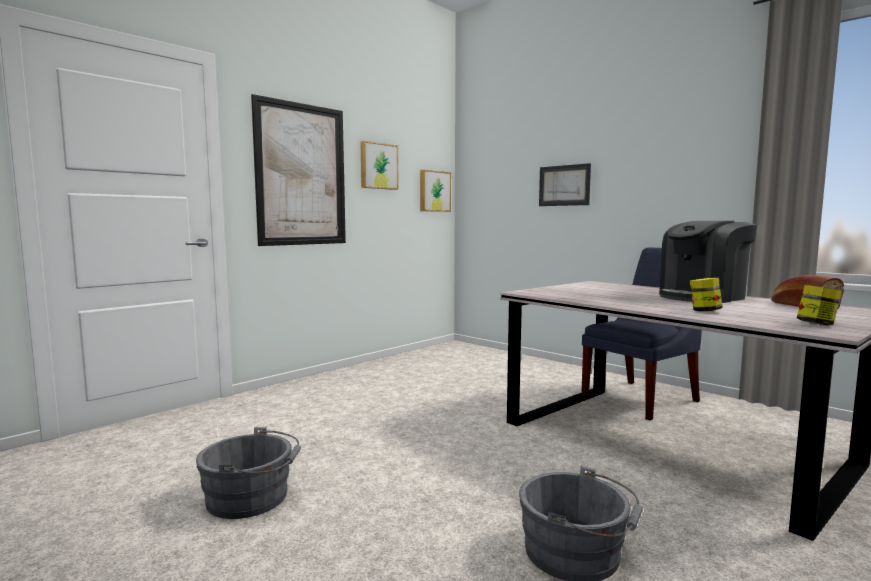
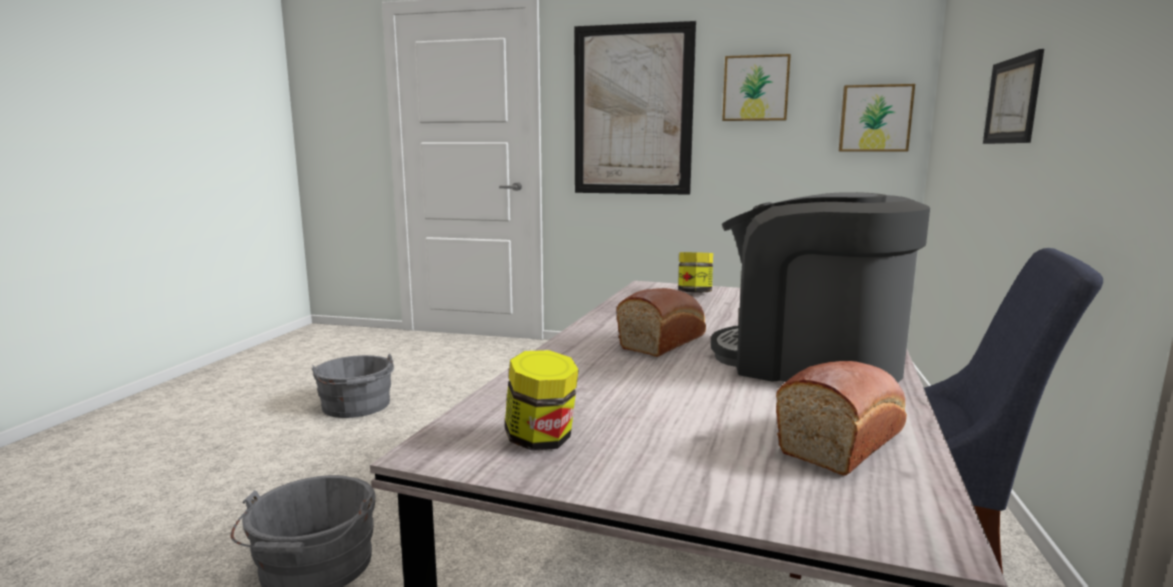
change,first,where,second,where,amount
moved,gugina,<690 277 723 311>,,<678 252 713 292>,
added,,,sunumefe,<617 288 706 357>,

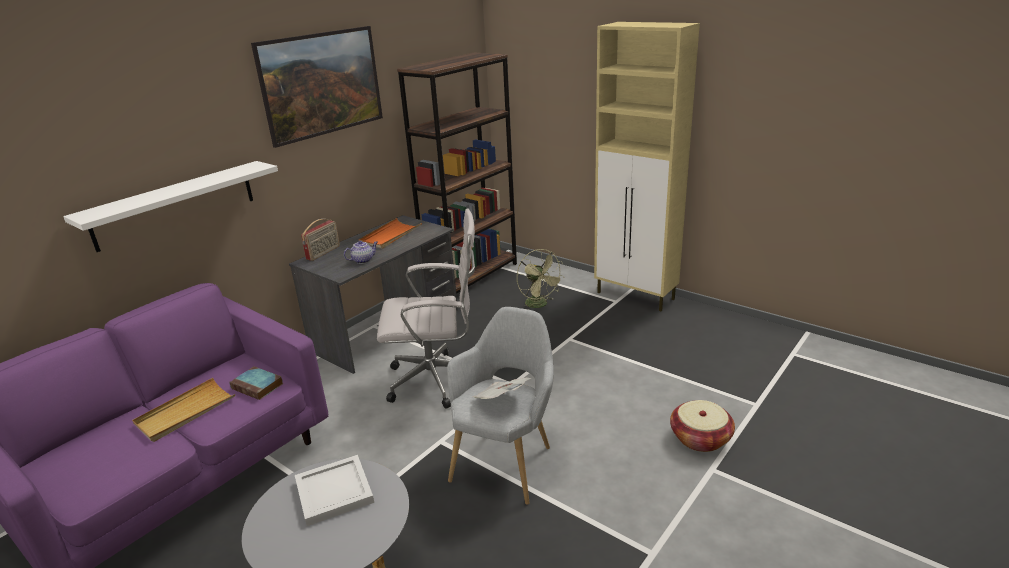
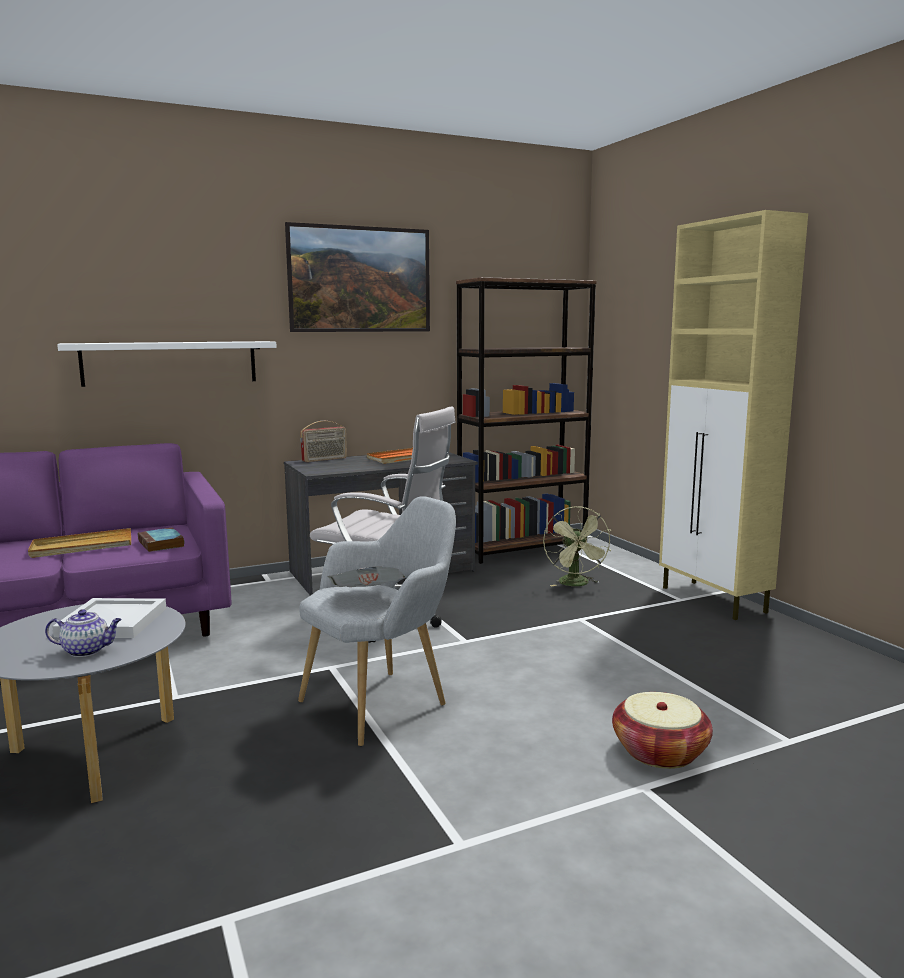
change,first,where,second,where,amount
moved,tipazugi,<344 241 378 264>,,<45 609 122 657>,

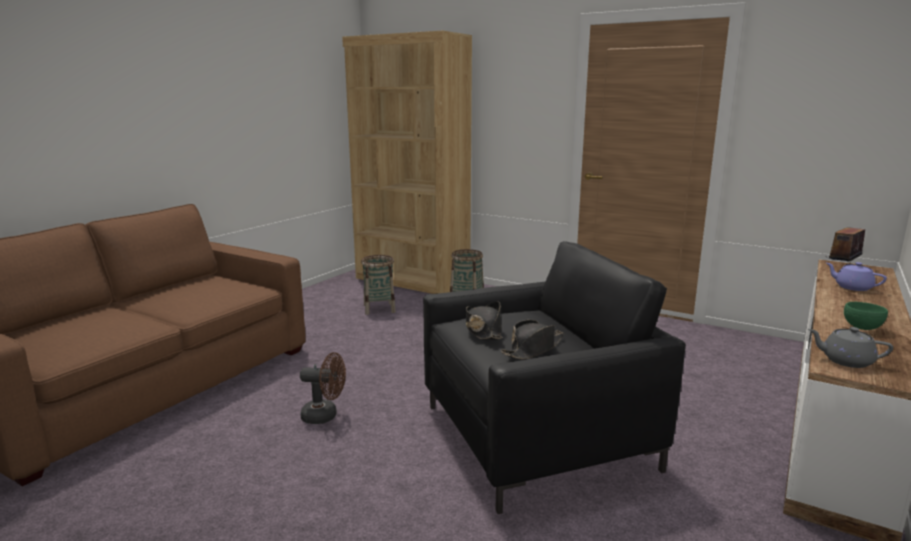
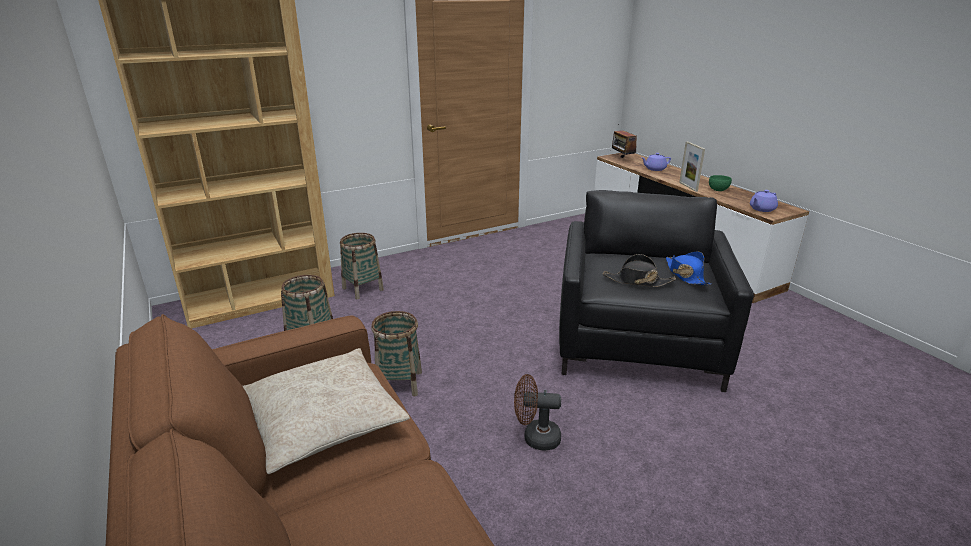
change,first,where,second,where,amount
turned,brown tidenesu,<300 352 346 424>,,<514 374 561 450>,120 degrees counterclockwise
recoloured,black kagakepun,<501 320 564 359>,blue kagakepun,<666 252 711 285>,
recoloured,grey tipazugi,<808 327 893 368>,purple tipazugi,<750 190 778 212>,
added,,,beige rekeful,<243 348 410 474>,
added,,,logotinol,<371 311 422 396>,
added,,,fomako,<679 141 705 192>,

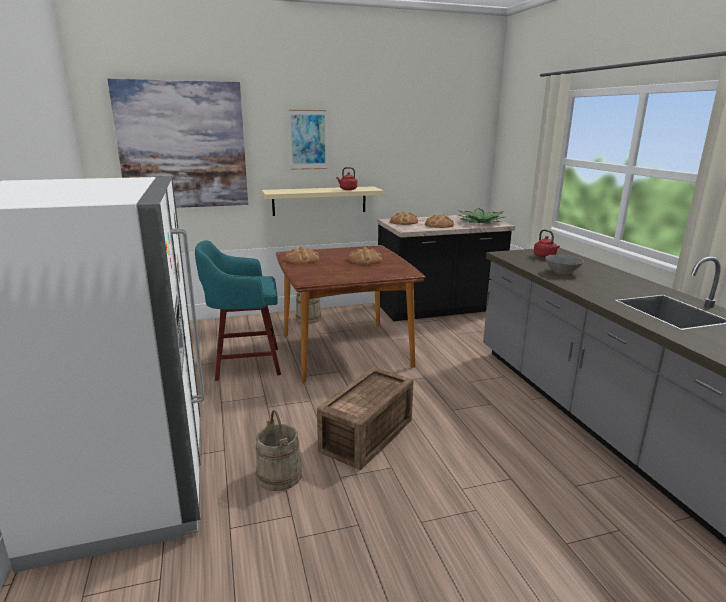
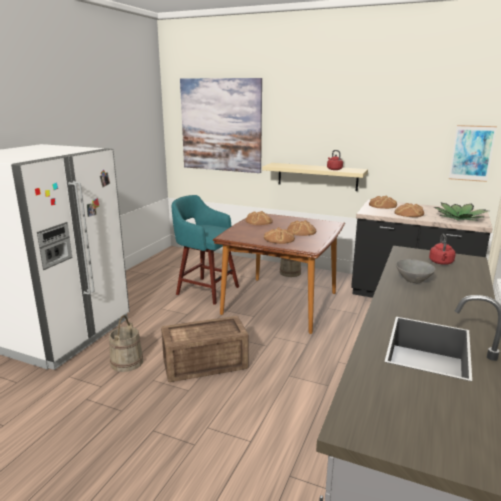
change,first,where,second,where,amount
moved,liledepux,<289 110 327 170>,,<449 125 497 182>,
added,,,sunumefe,<264 227 295 244>,

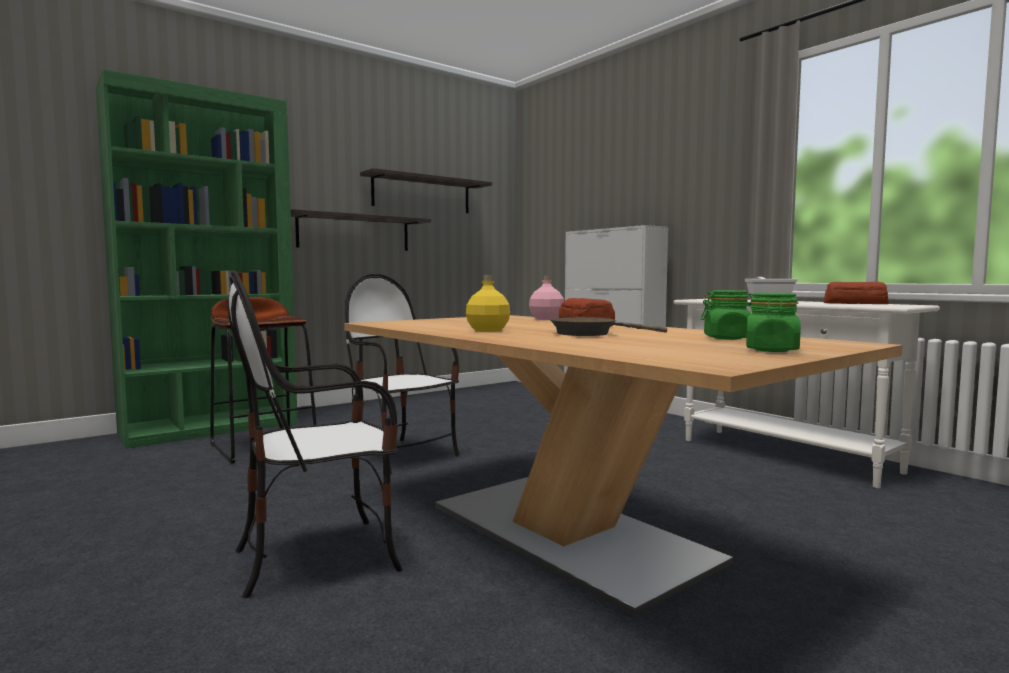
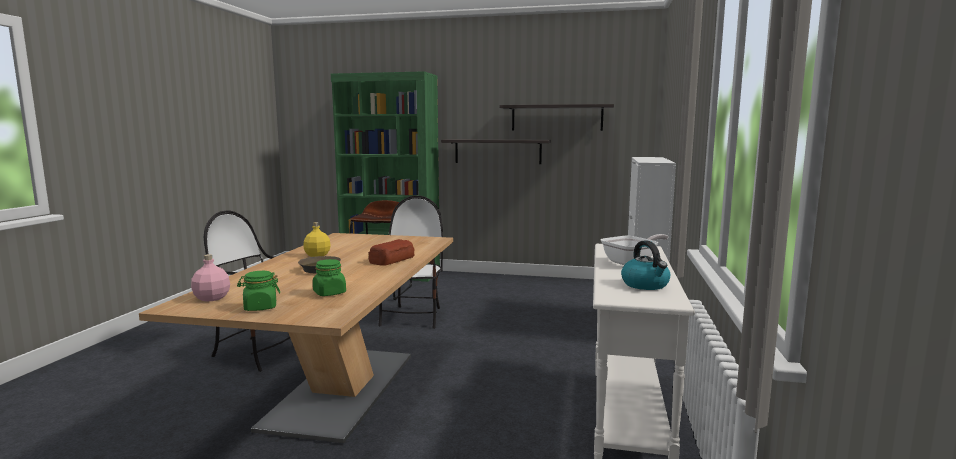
change,first,where,second,where,amount
moved,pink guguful,<529 275 564 320>,,<191 254 230 302>,
replaced,sunumefe,<823 282 889 304>,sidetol,<621 240 670 290>,

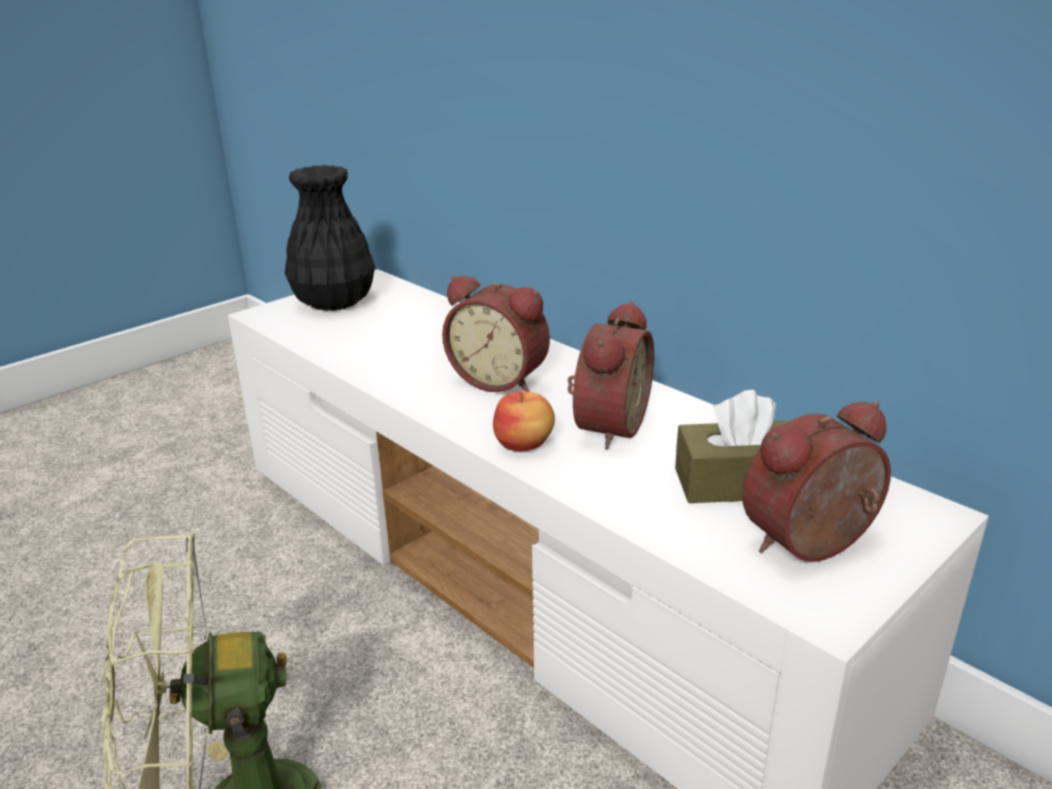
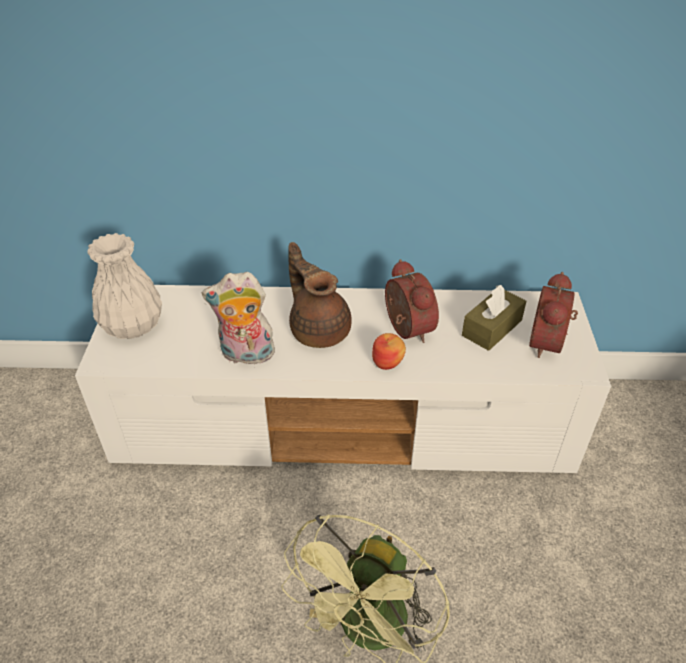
change,first,where,second,where,amount
recoloured,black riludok,<285 165 375 311>,white riludok,<87 233 162 339>,
replaced,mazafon,<442 275 550 392>,brown tipazugi,<289 242 351 348>,
added,,,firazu,<202 272 275 364>,

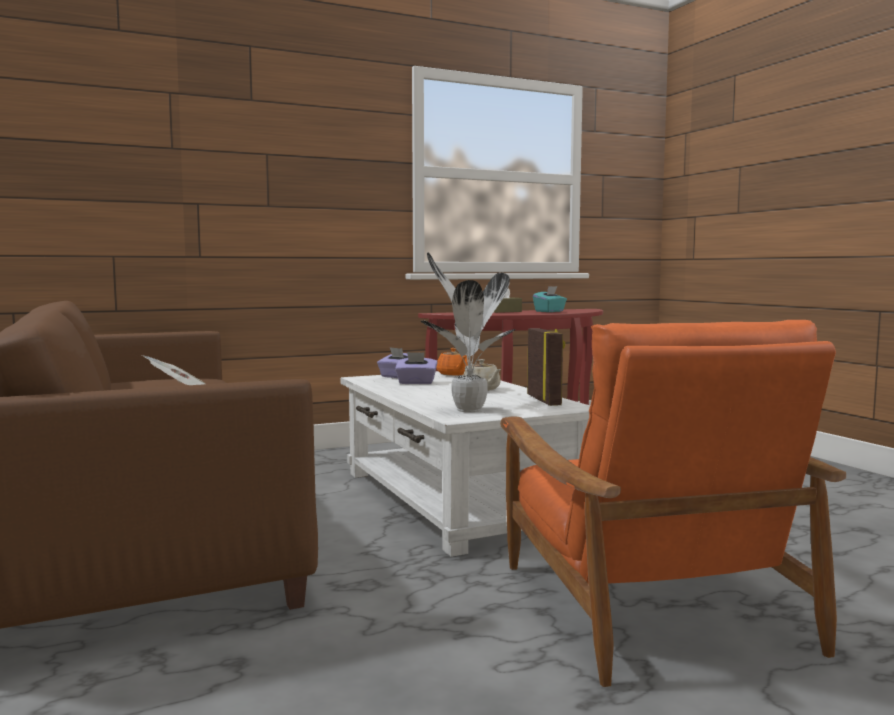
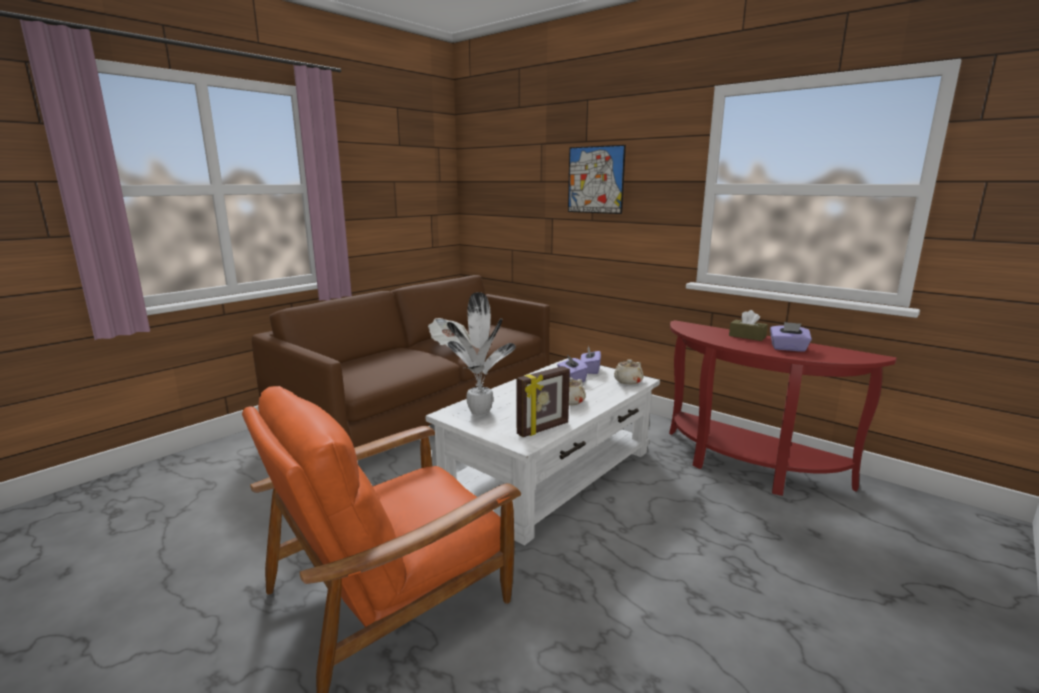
change,first,where,second,where,amount
recoloured,orange tipazugi,<436 348 469 376>,beige tipazugi,<614 359 644 385>,
recoloured,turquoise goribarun,<533 286 567 312>,purple goribarun,<770 322 812 352>,
added,,,liledepux,<568 145 626 214>,

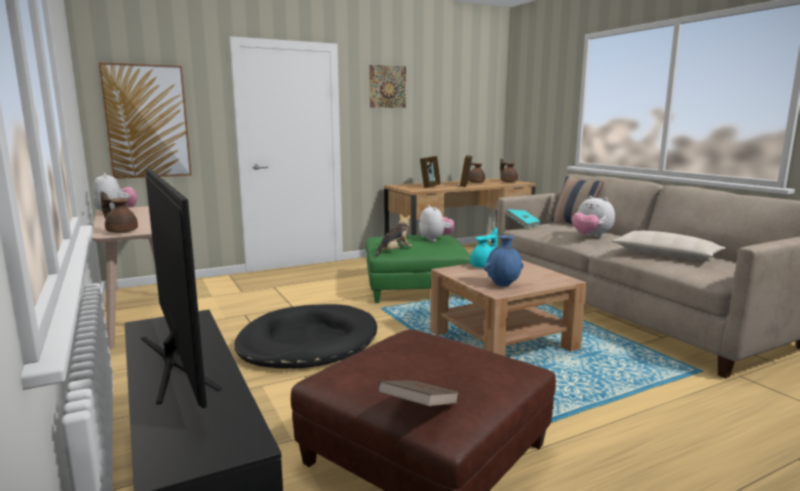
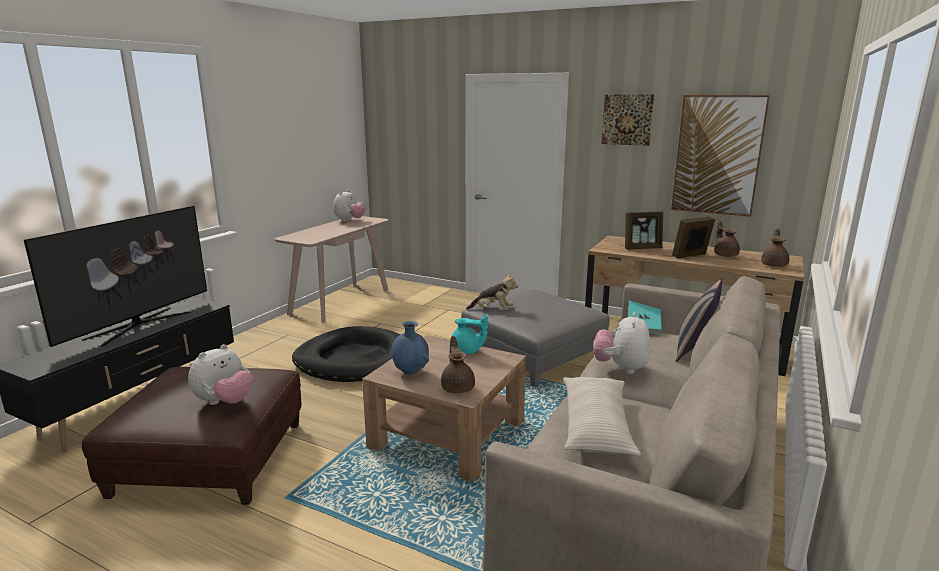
change,first,where,second,where,amount
moved,liledepux,<99 63 191 179>,,<671 95 770 217>,
moved,brown tipazugi,<100 191 138 233>,,<441 336 475 394>,
recoloured,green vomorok,<366 235 471 303>,grey vomorok,<461 290 610 387>,
removed,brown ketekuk,<378 380 459 407>,,,
moved,firazu,<419 205 455 242>,,<188 344 253 405>,

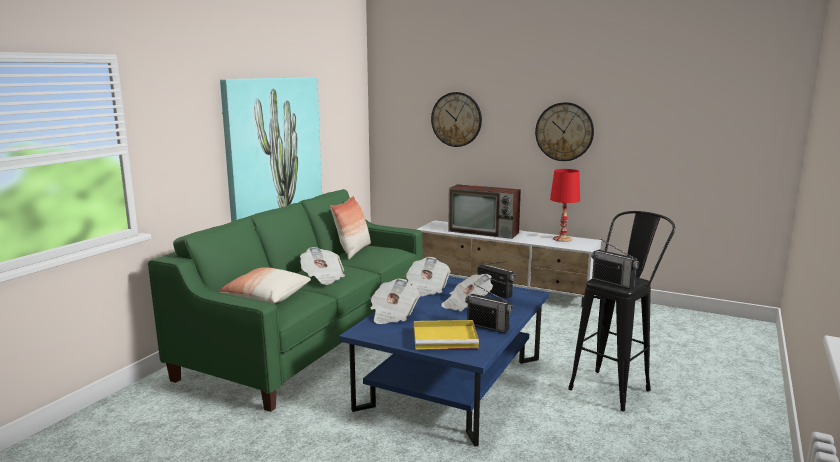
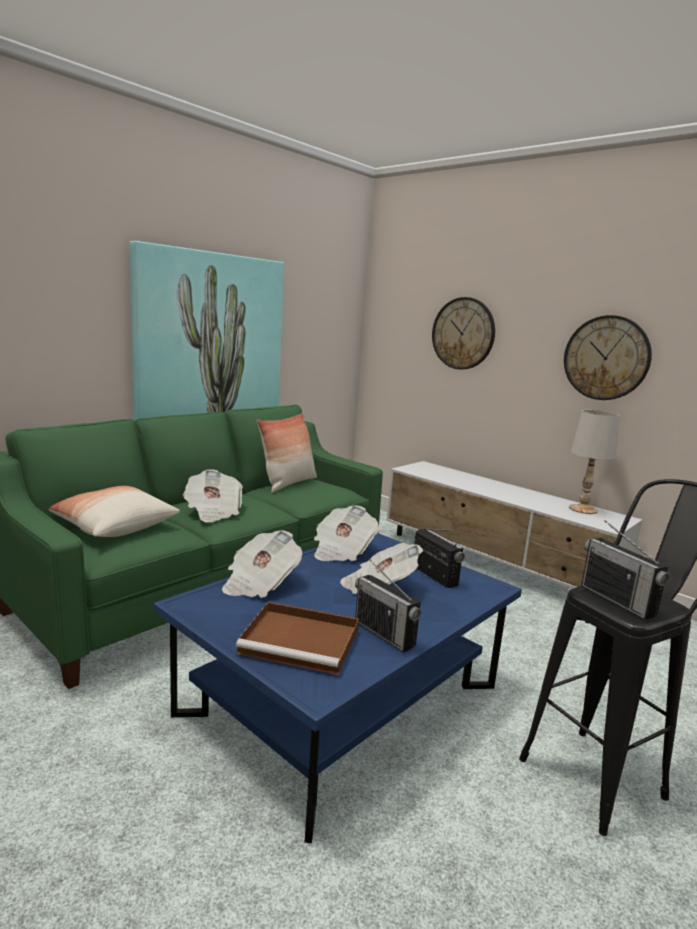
change,first,where,second,where,amount
recoloured,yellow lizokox,<414 320 479 350>,brown lizokox,<236 602 359 675>,
removed,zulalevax,<448 184 521 239>,,,
recoloured,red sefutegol,<550 169 580 242>,white sefutegol,<569 410 620 514>,

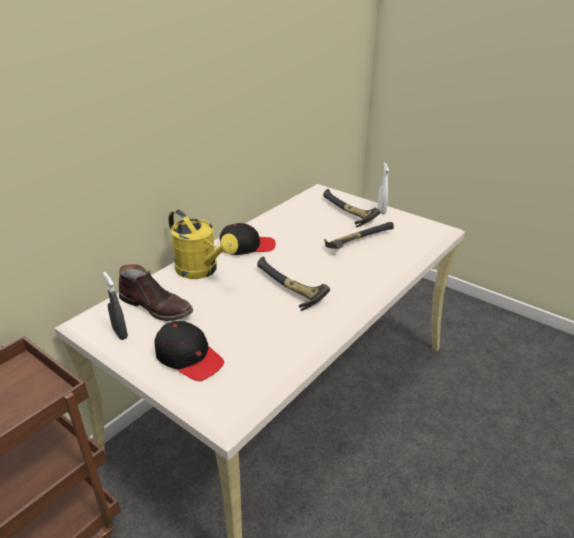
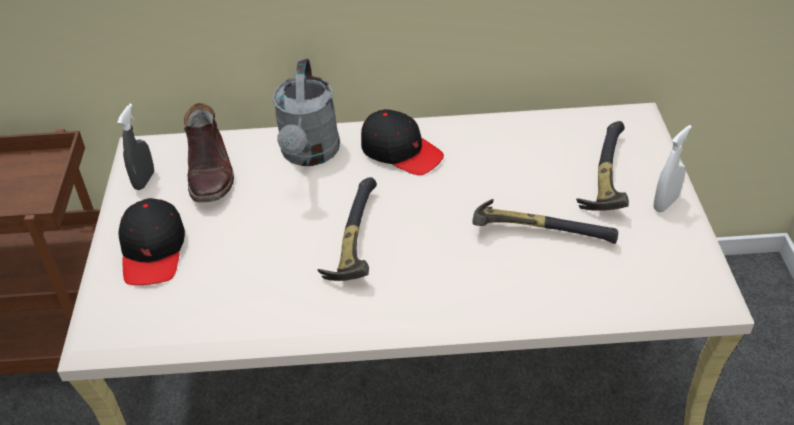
change,first,where,second,where,amount
recoloured,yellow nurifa,<169 209 238 279>,grey nurifa,<272 59 340 166>,

